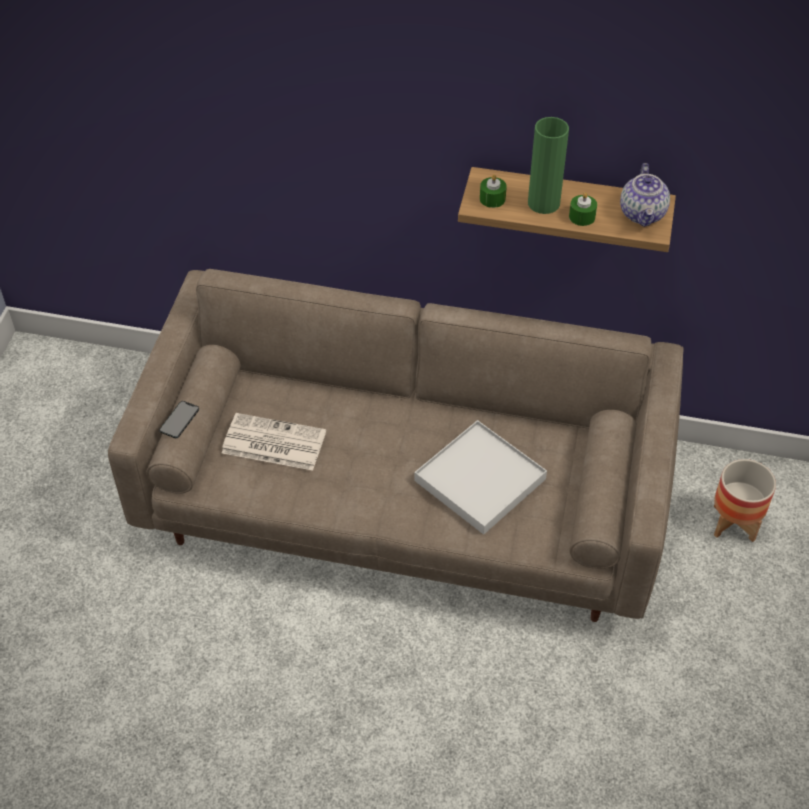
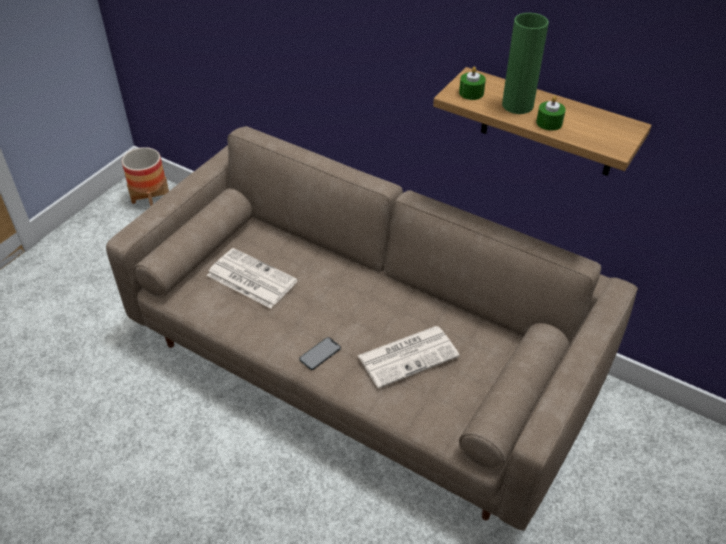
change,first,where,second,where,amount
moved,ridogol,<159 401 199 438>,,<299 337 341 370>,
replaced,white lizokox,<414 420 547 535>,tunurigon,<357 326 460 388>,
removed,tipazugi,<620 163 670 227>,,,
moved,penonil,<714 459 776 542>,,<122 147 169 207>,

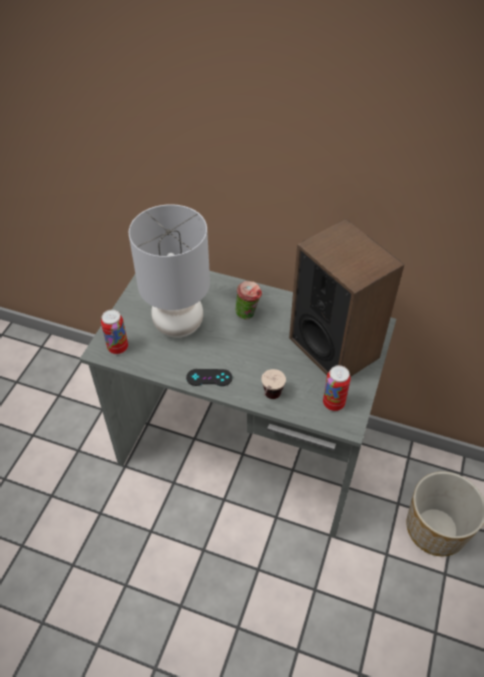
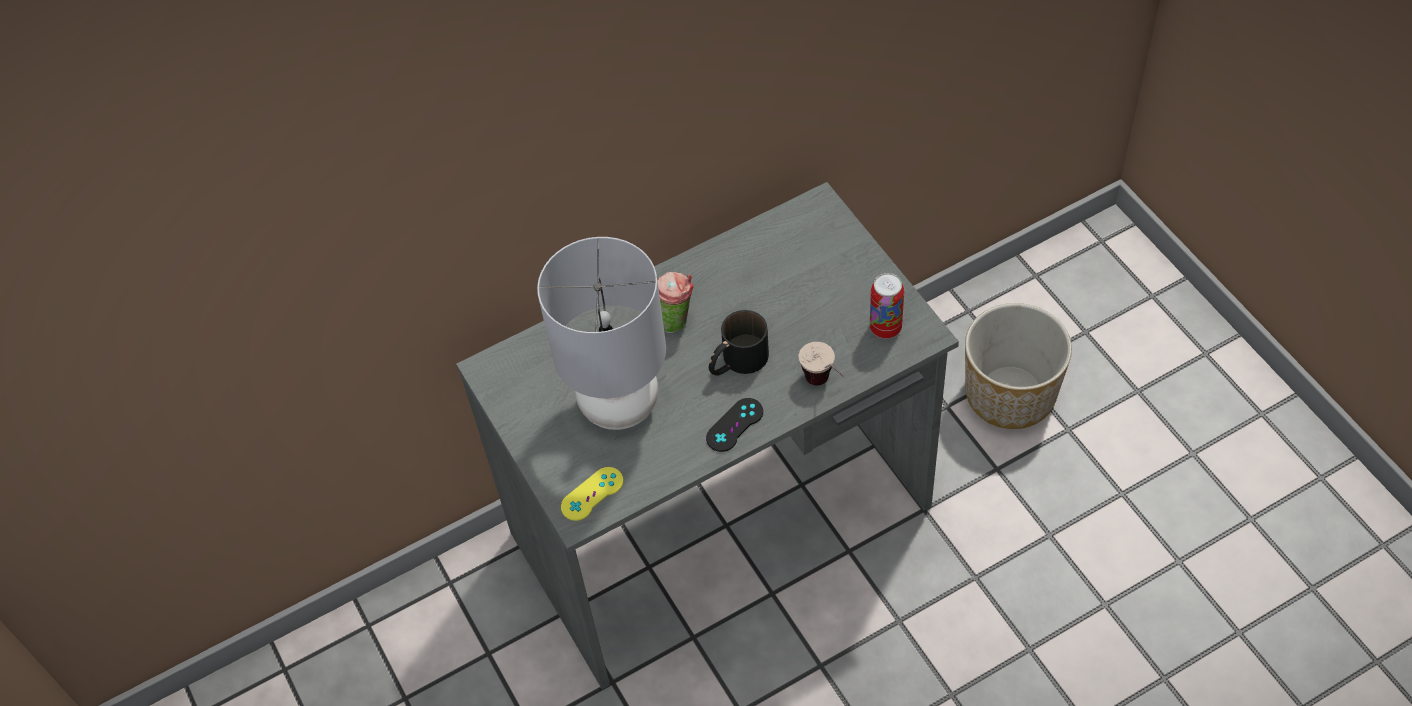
change,first,where,second,where,amount
replaced,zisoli,<101 310 128 354>,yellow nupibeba,<561 467 623 521>,
removed,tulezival,<289 219 404 377>,,,
added,,,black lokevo,<709 310 769 376>,

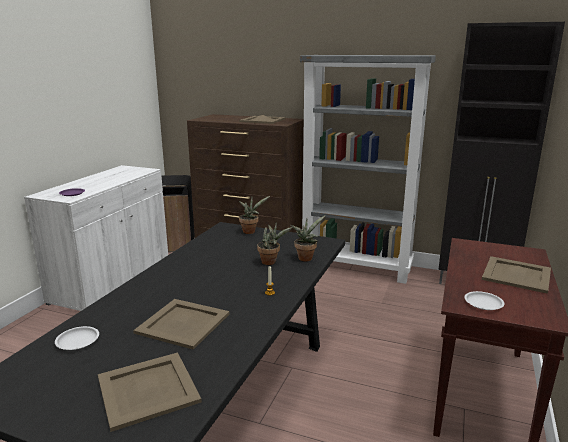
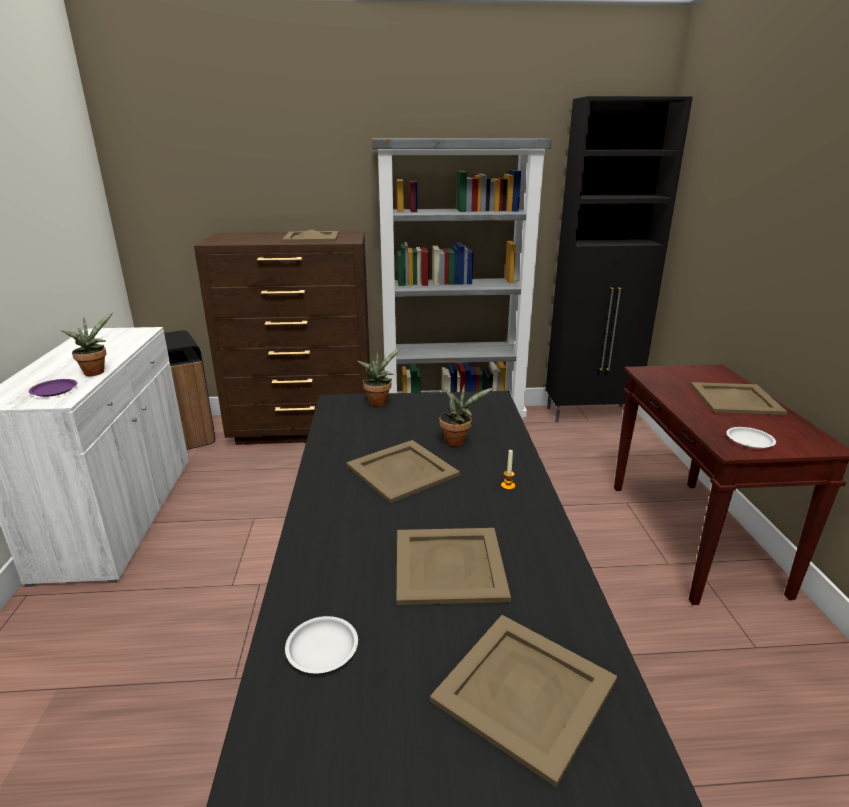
change,first,where,second,where,amount
moved,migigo,<290 215 326 262>,,<61 312 113 376>,
added,,,beige lizokox,<346 440 460 503>,

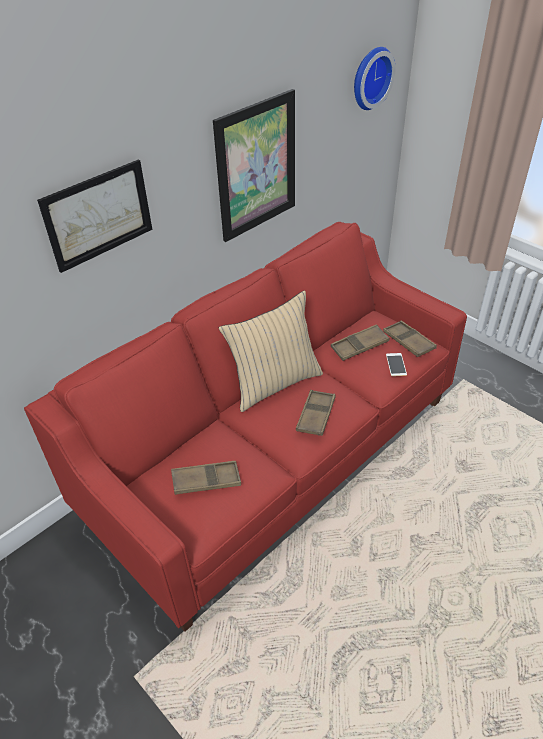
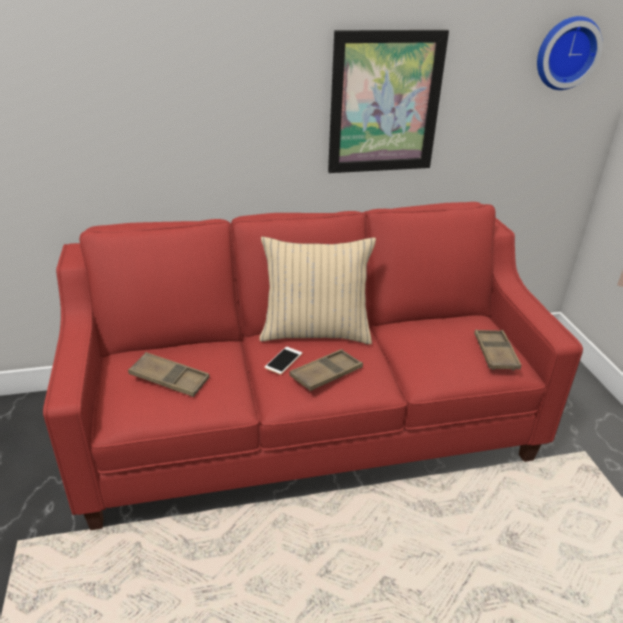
change,first,where,second,where,amount
removed,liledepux,<37 159 152 273>,,,
removed,brown lizokox,<331 324 389 361>,,,
moved,ridogol,<386 353 407 376>,,<265 347 302 375>,

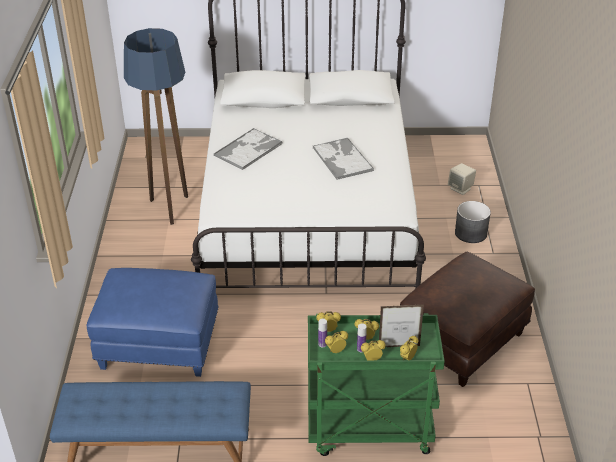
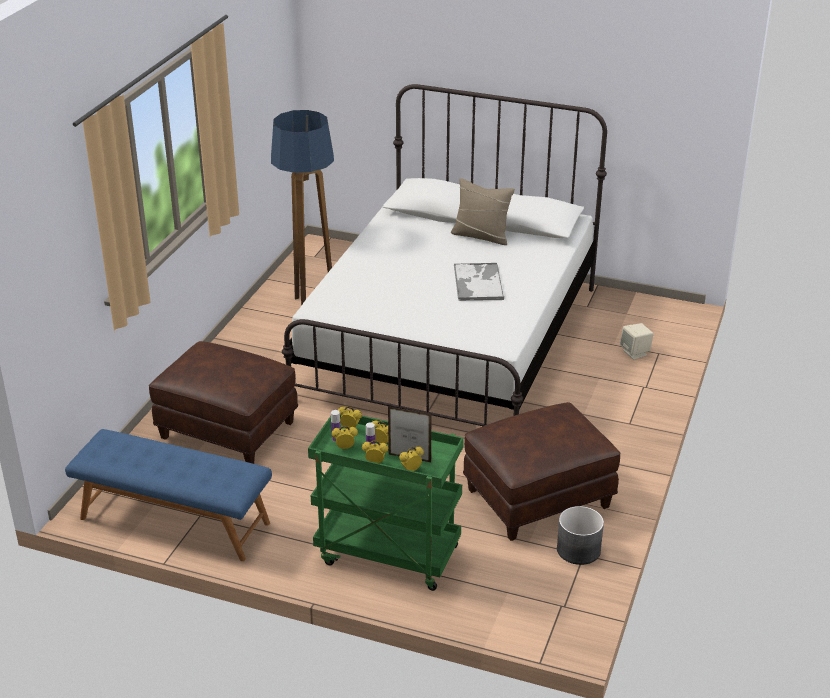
change,first,where,second,where,amount
recoloured,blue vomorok,<86 268 219 377>,brown vomorok,<149 341 298 464>,
removed,lizokox,<214 128 283 170>,,,
moved,grey penonil,<455 201 491 243>,,<557 506 604 565>,
added,,,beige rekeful,<451 178 515 245>,

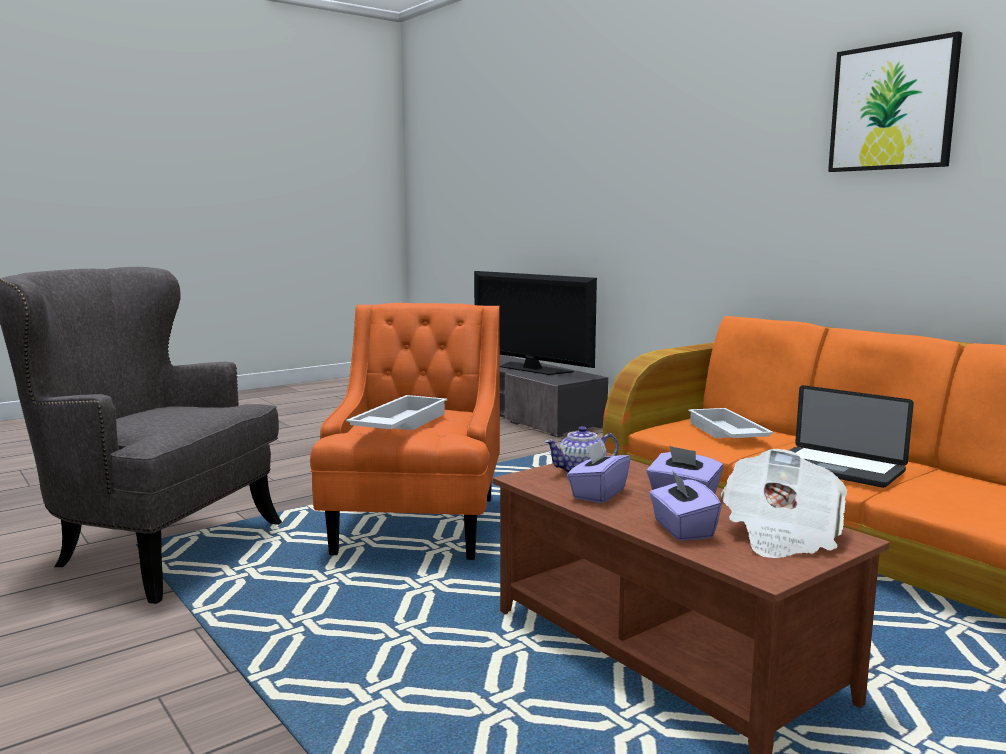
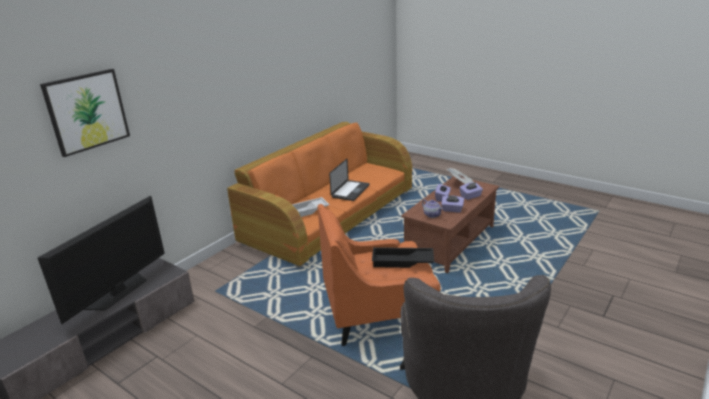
change,first,where,second,where,amount
recoloured,white lizokox,<346 395 448 430>,black lizokox,<372 247 434 268>,
moved,liledepux,<828 31 962 172>,,<40 69 130 157>,

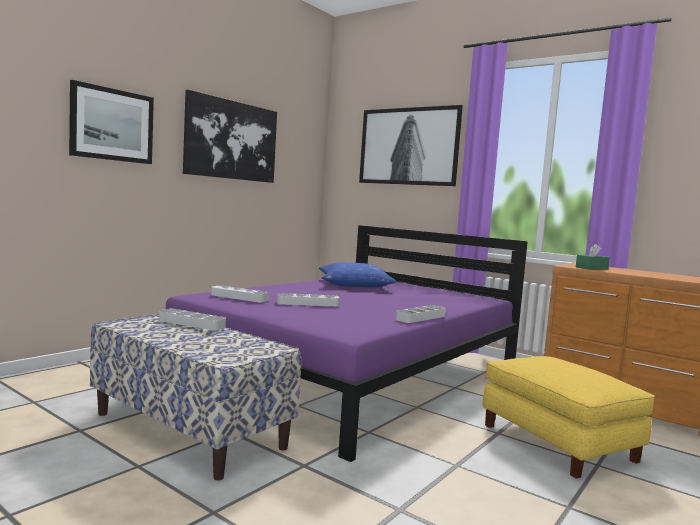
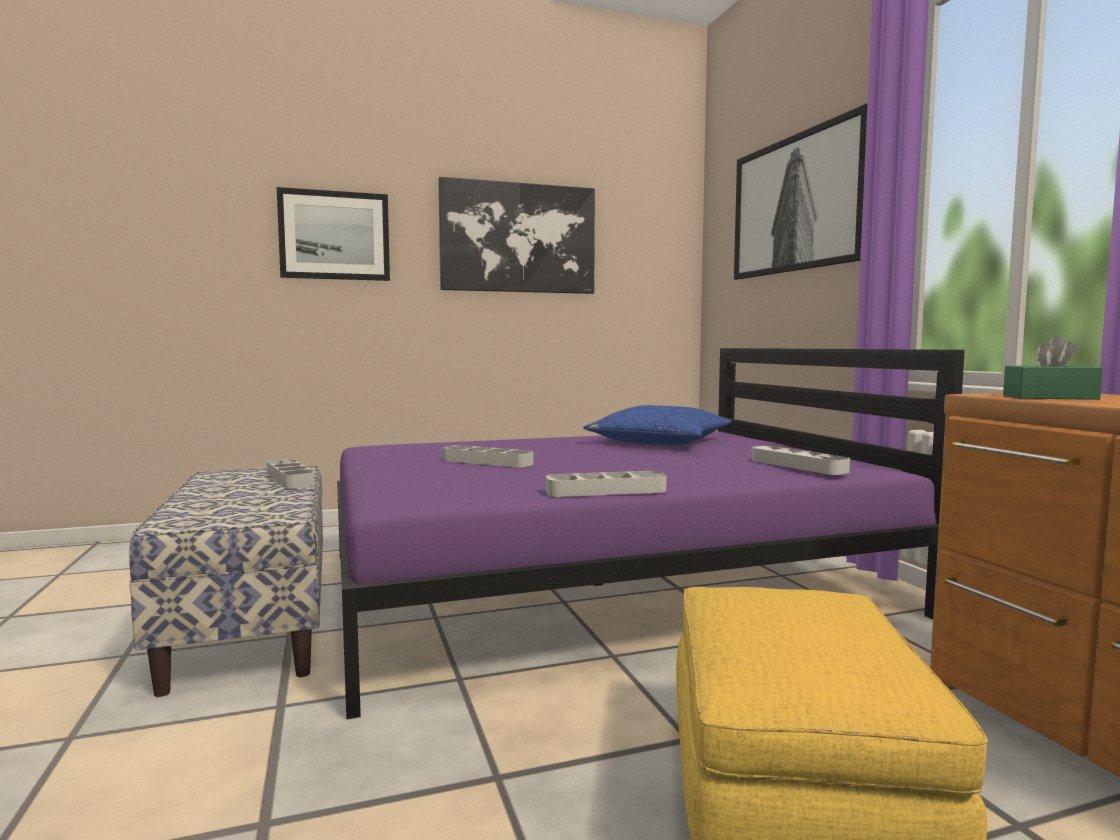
change,first,where,second,where,amount
moved,grey lizokox,<211 285 269 302>,,<752 446 850 475>,

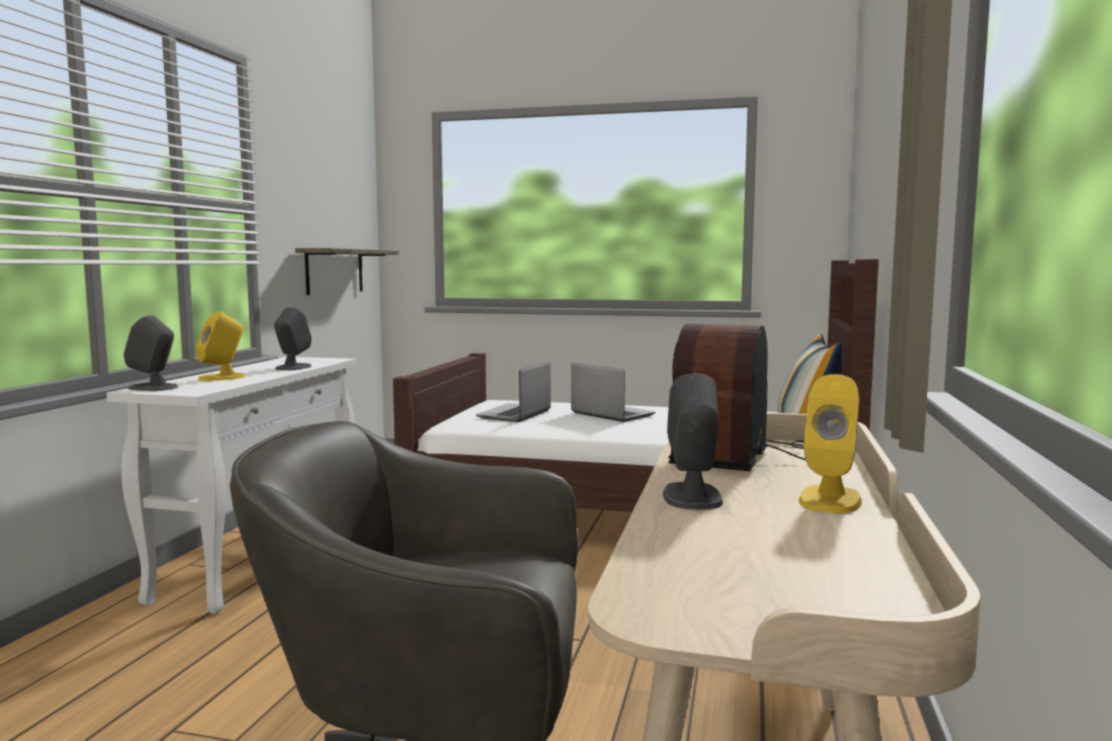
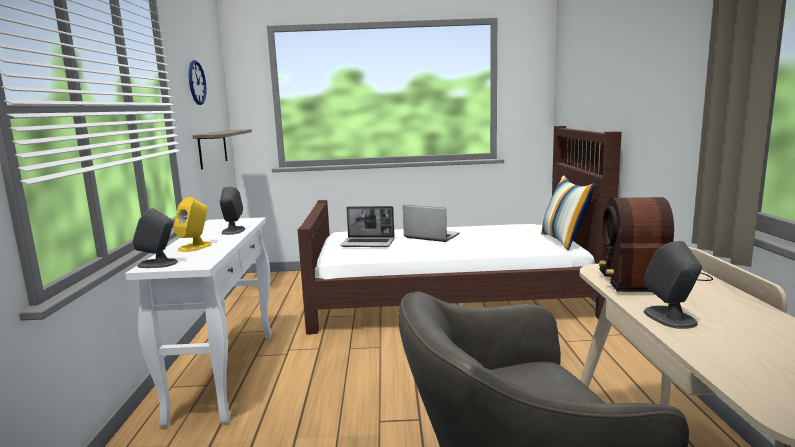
change,first,where,second,where,amount
turned,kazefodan,<476 362 551 422>,,<340 206 395 247>,90 degrees counterclockwise
removed,yellow tulezival,<799 374 862 513>,,,
added,,,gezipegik,<189 60 207 105>,

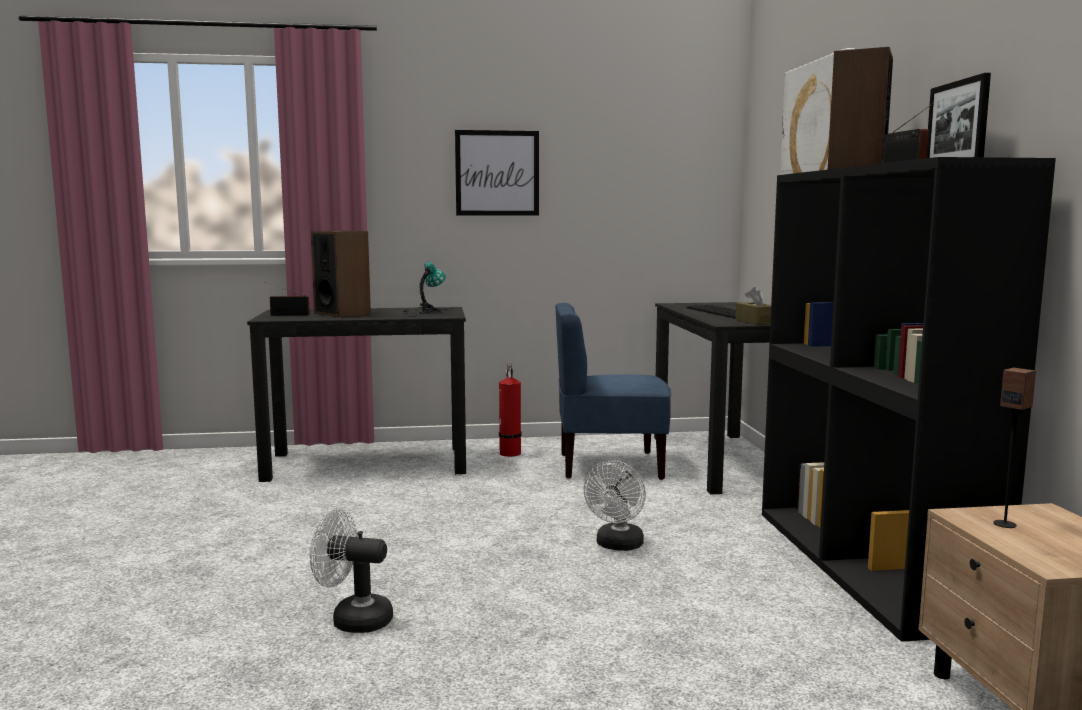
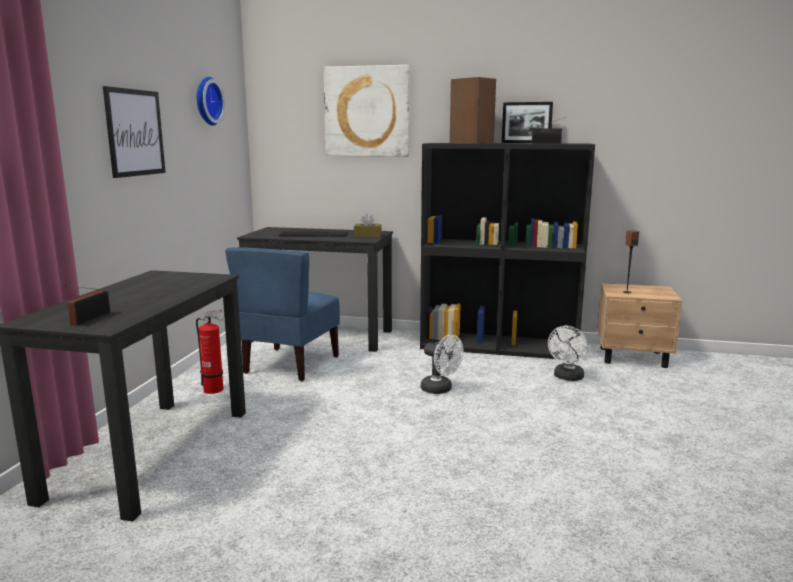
change,first,where,second,where,amount
moved,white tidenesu,<310 509 393 633>,,<548 326 587 381>,
removed,tulezival,<311 231 371 318>,,,
removed,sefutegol,<402 262 449 317>,,,
added,,,gezipegik,<197 77 225 126>,

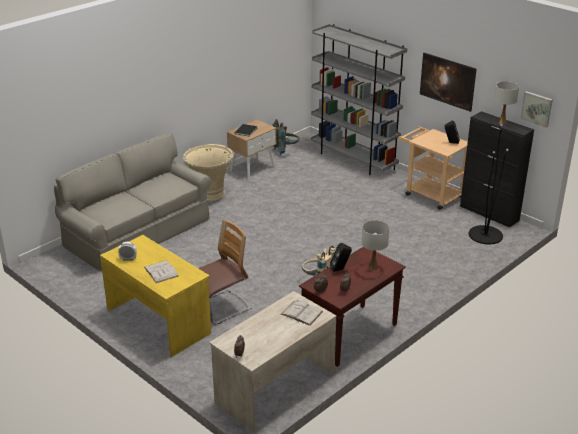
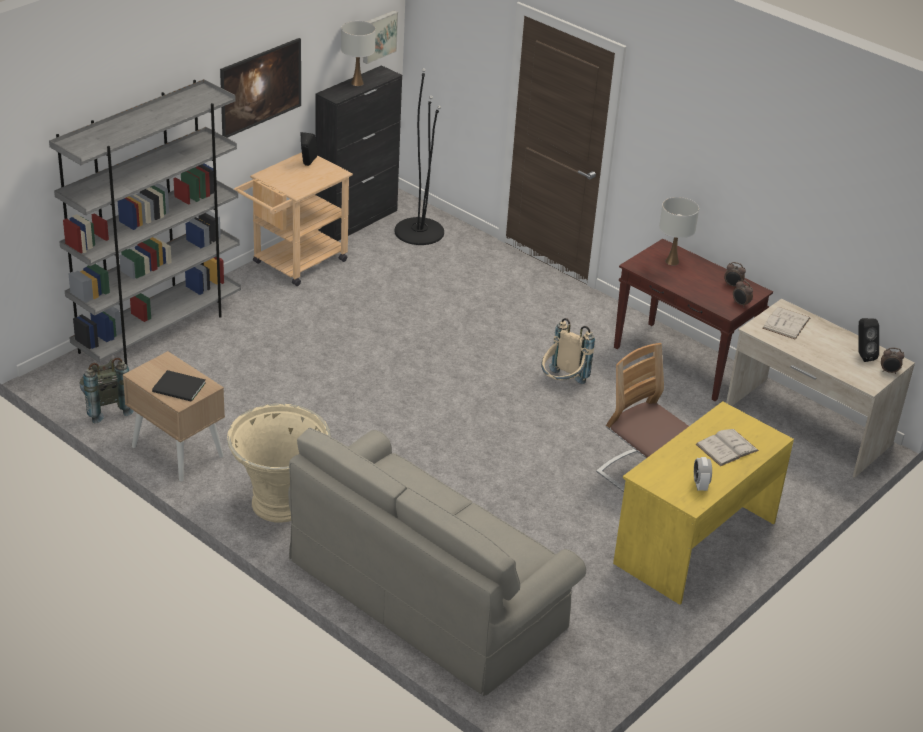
change,first,where,second,where,amount
moved,black tulezival,<330 243 352 272>,,<858 318 879 362>,

